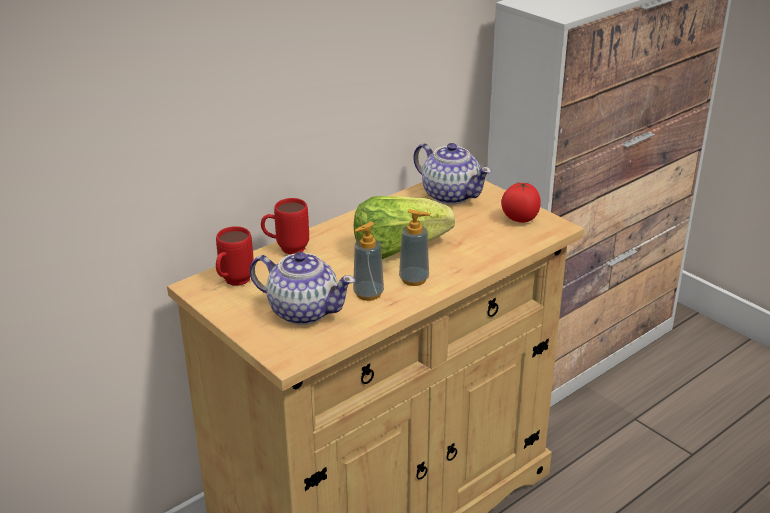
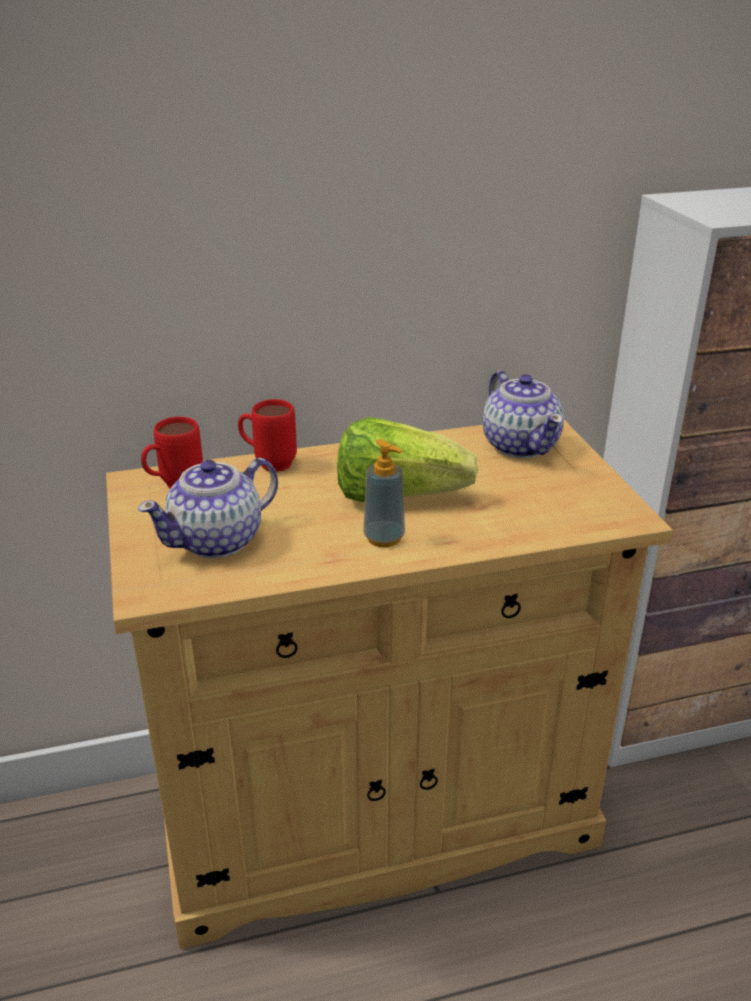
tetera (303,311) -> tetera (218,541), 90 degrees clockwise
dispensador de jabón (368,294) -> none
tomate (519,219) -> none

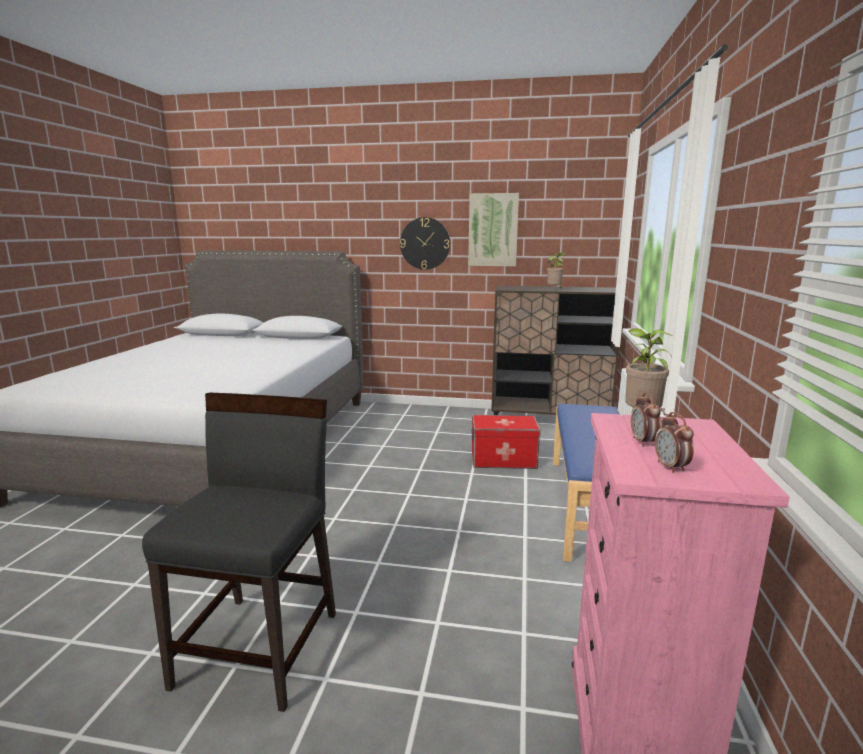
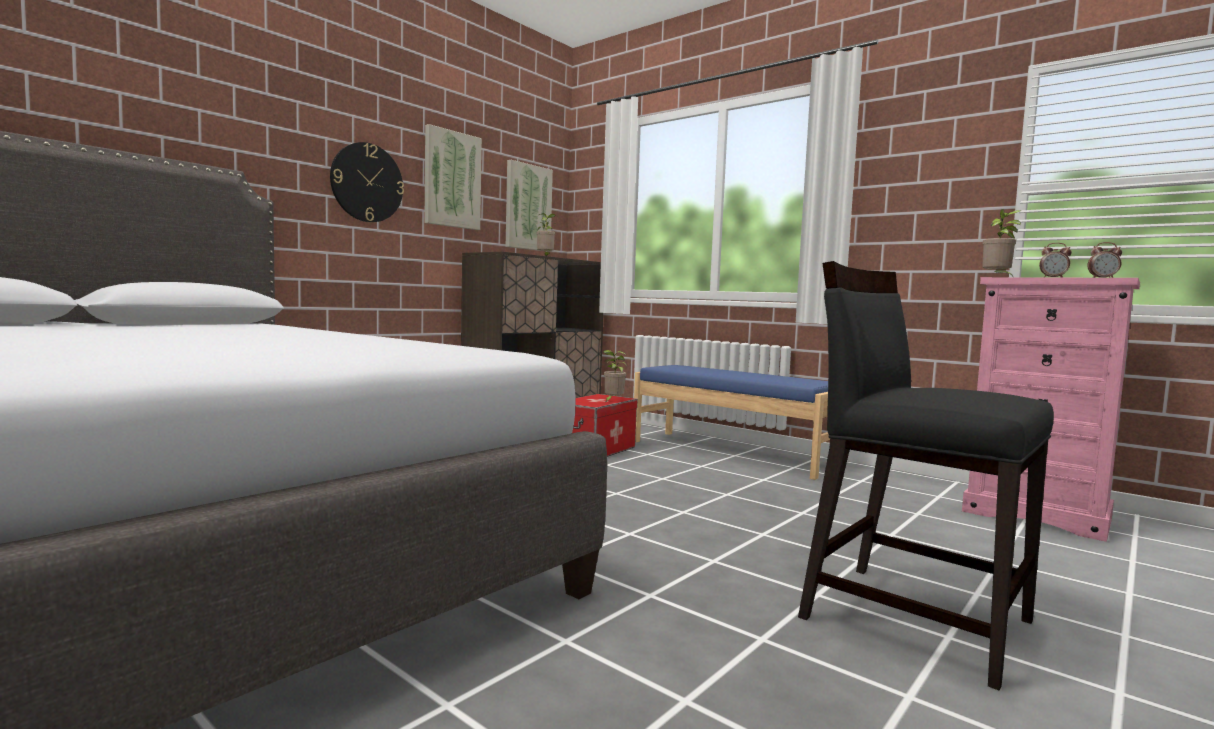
none -> cuadro (527,207)
none -> planta en maceta (612,401)

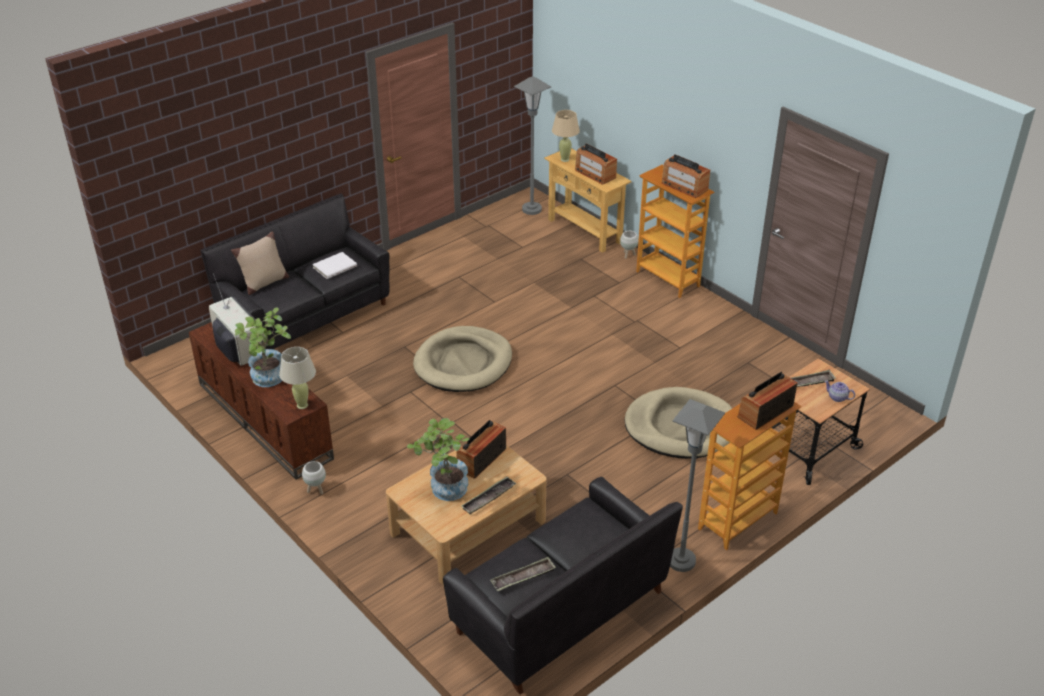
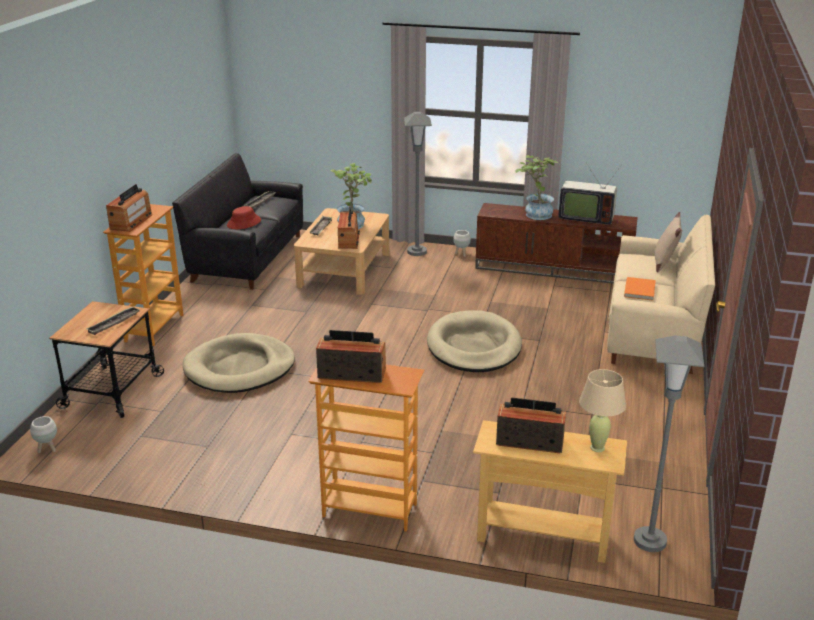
sofá (negro) (306,315) -> sofá (beis) (653,331)
lámpara de mesa (beis) (302,405) -> none
libro (blanco) (334,266) -> libro (naranja) (640,290)
maceta (blanco) (628,255) -> maceta (blanco) (47,449), relocated
lámpara de pie (gris) (681,561) -> lámpara de pie (gris) (417,251), relocated
tetera (837,397) -> none
none -> sombrero (rojo) (244,223)

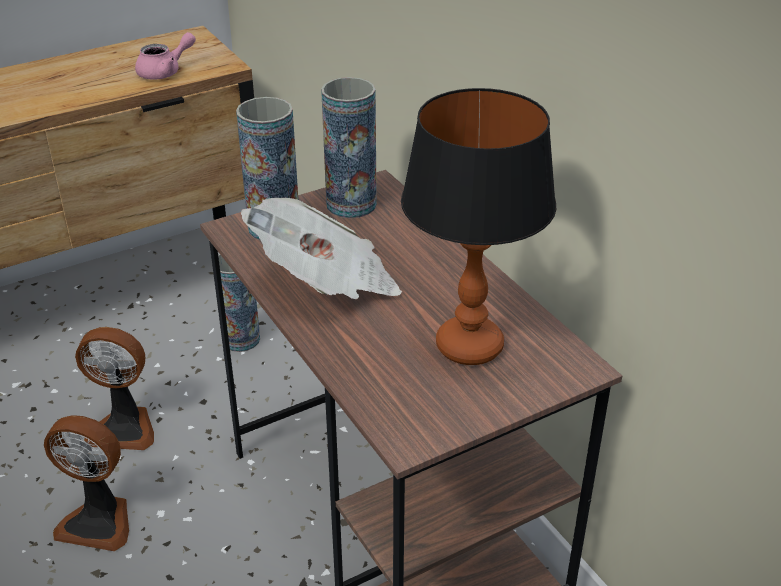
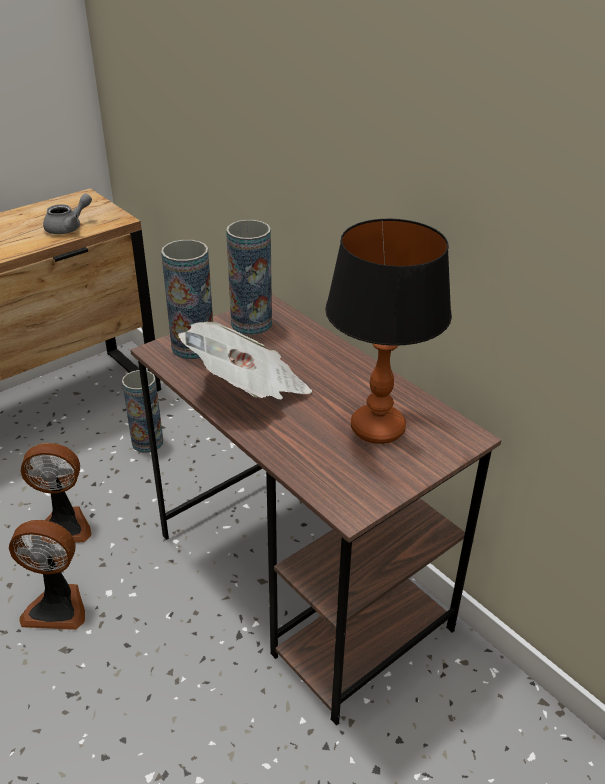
tetera (rosa) (165,72) -> tetera (gris) (68,227)

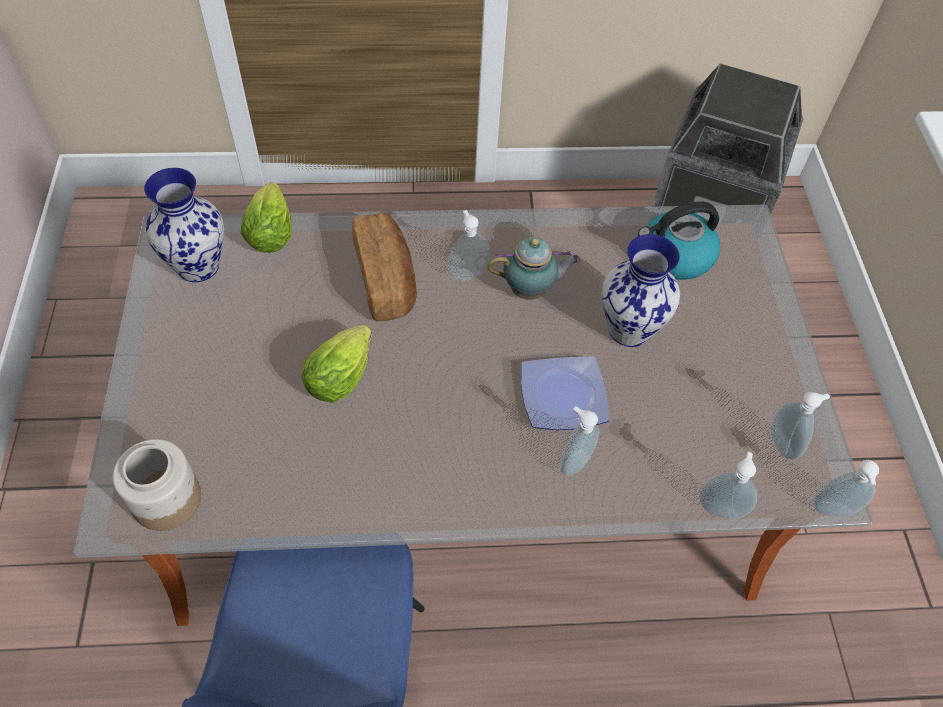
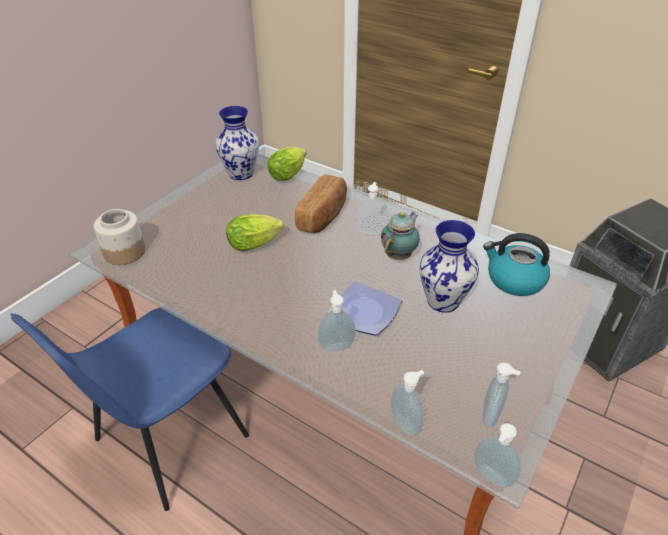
tetera (531,291) -> tetera (399,255), 90 degrees counterclockwise

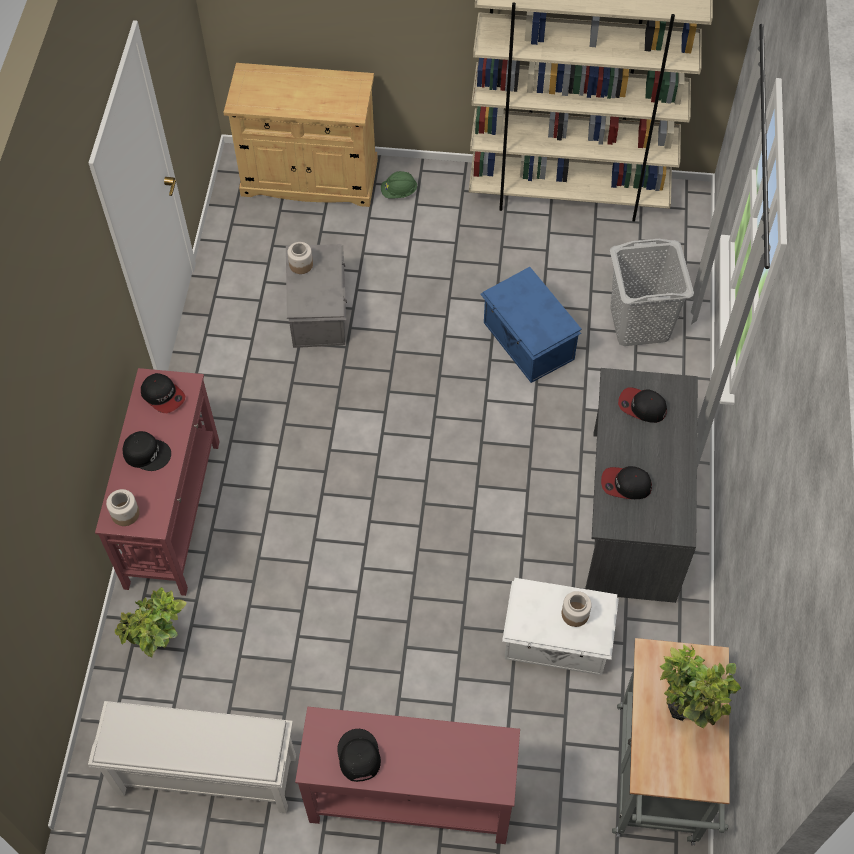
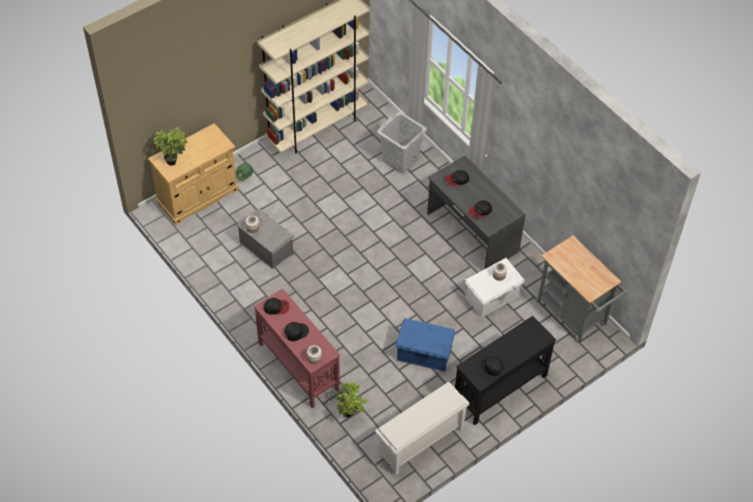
mesa consola (rojo) (410,798) -> mesa consola (negro) (499,388)
caja de almacenaje (azul) (527,342) -> caja de almacenaje (azul) (424,354), relocated
planta en maceta (687,709) -> planta en maceta (174,160), relocated

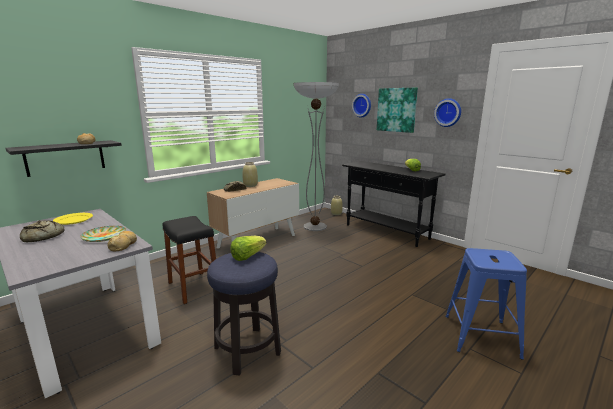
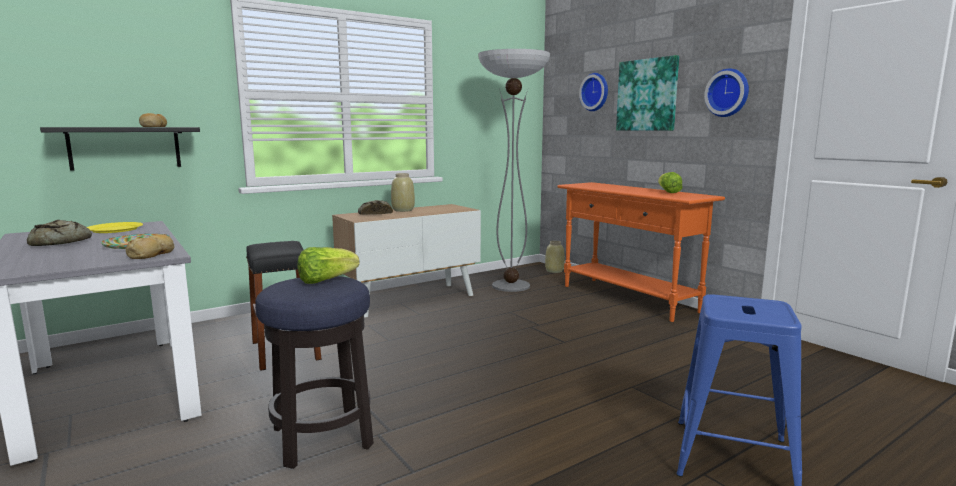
mesa consola (negro) (386,232) -> mesa consola (naranja) (628,298)

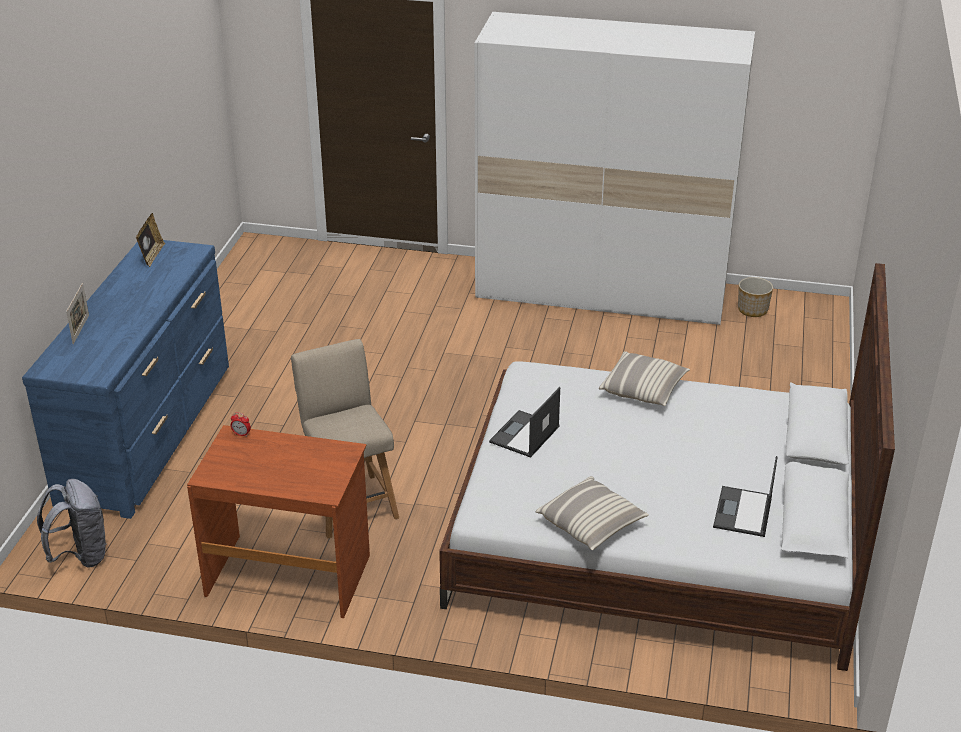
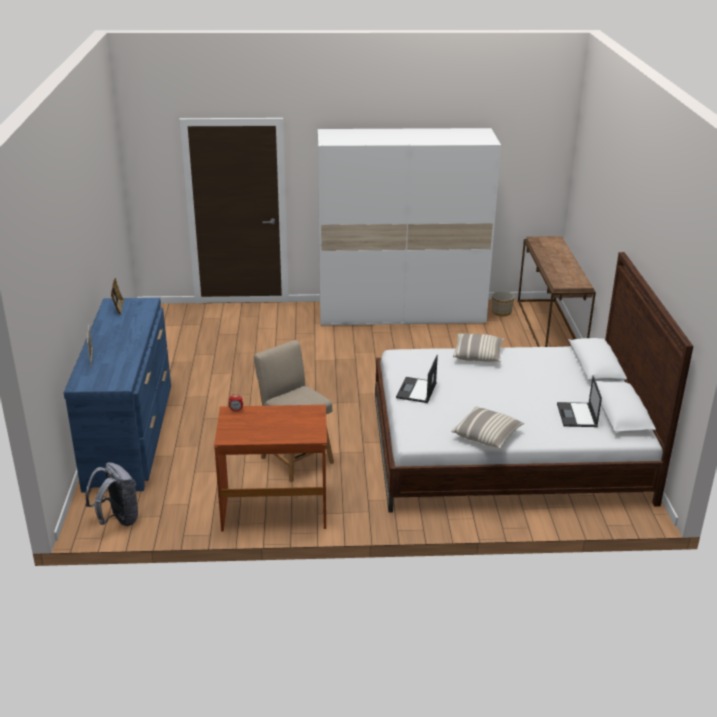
none -> mesa consola (marrón) (550,330)

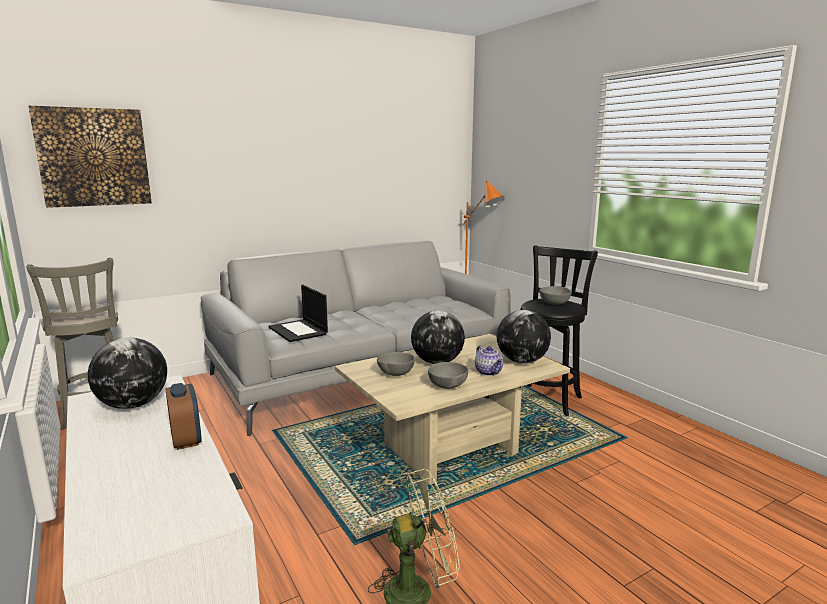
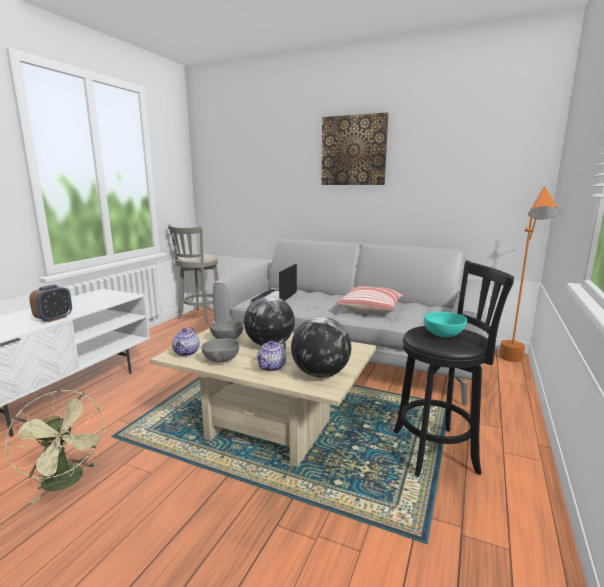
cuadro (93,157) -> cuadro (353,150), relocated
globo terráqueo (133,405) -> none
cuenco (gris) (555,304) -> cuenco (turquesa) (444,335)
none -> tetera (187,353)
none -> cojín (370,309)

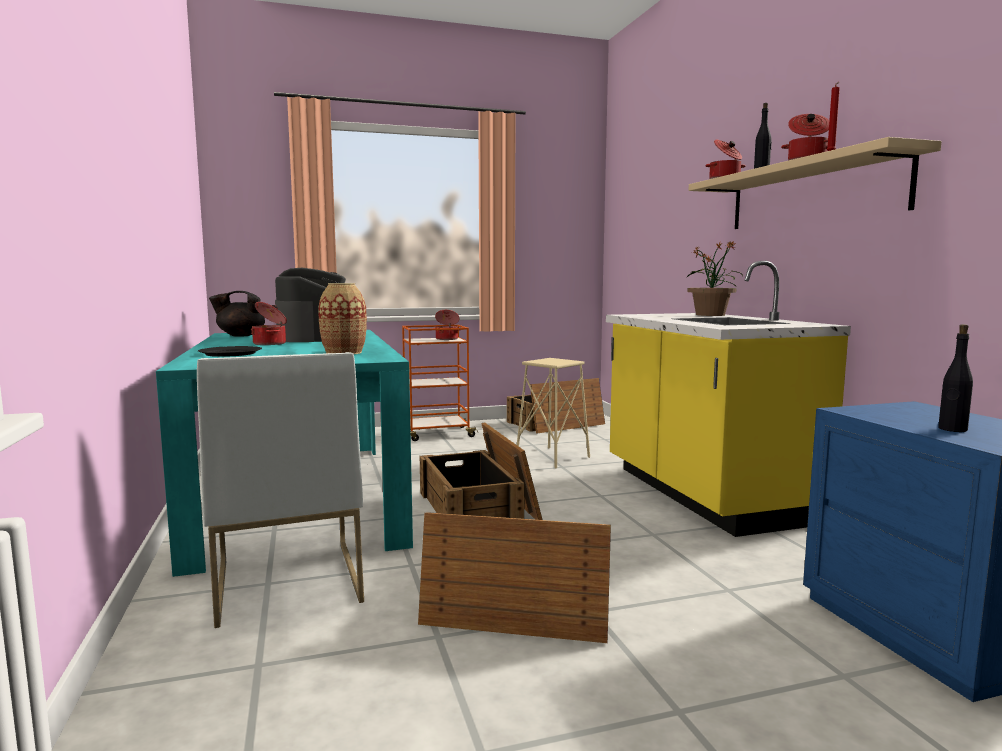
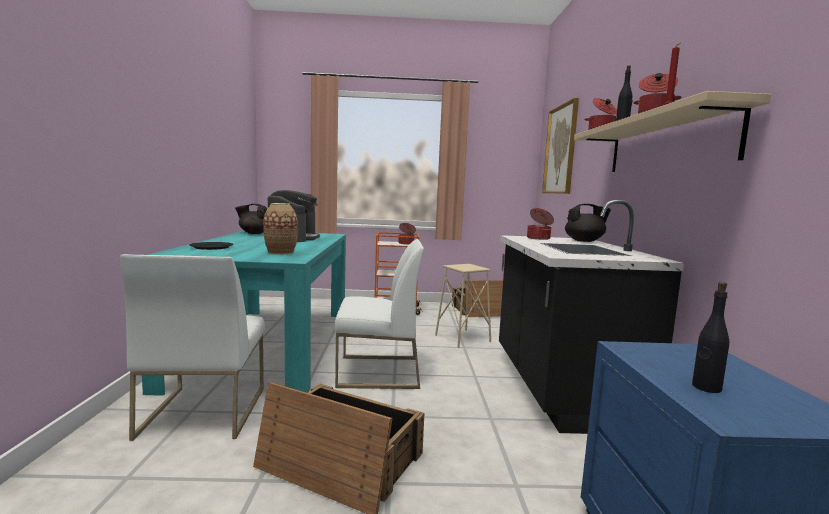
olla (270,343) -> olla (539,238), relocated
caja de embalaje (479,507) -> silla (blanco) (377,372)
mueble bajo de cocina (amarillo) (704,494) -> mueble bajo de cocina (negro) (560,387)
planta en maceta (710,315) -> tetera (negro) (584,241)
none -> cuadro (560,150)

